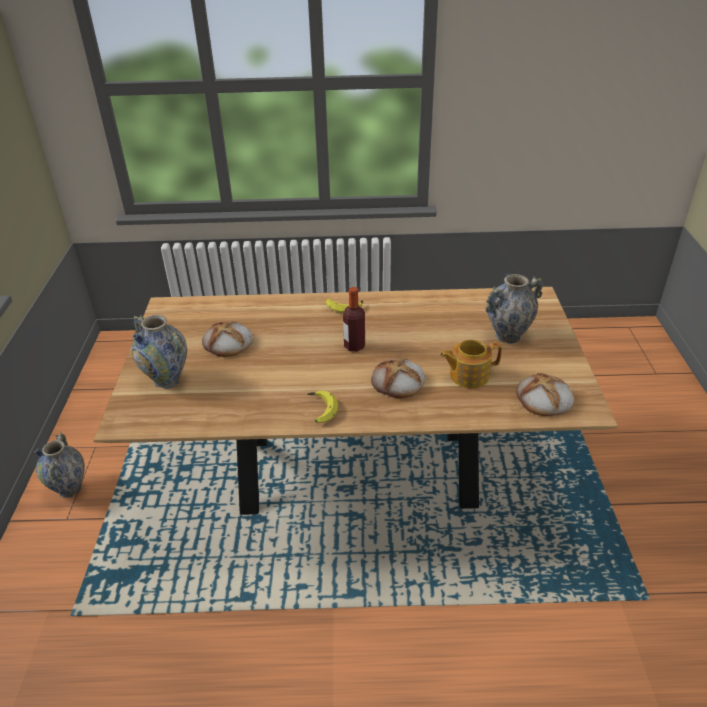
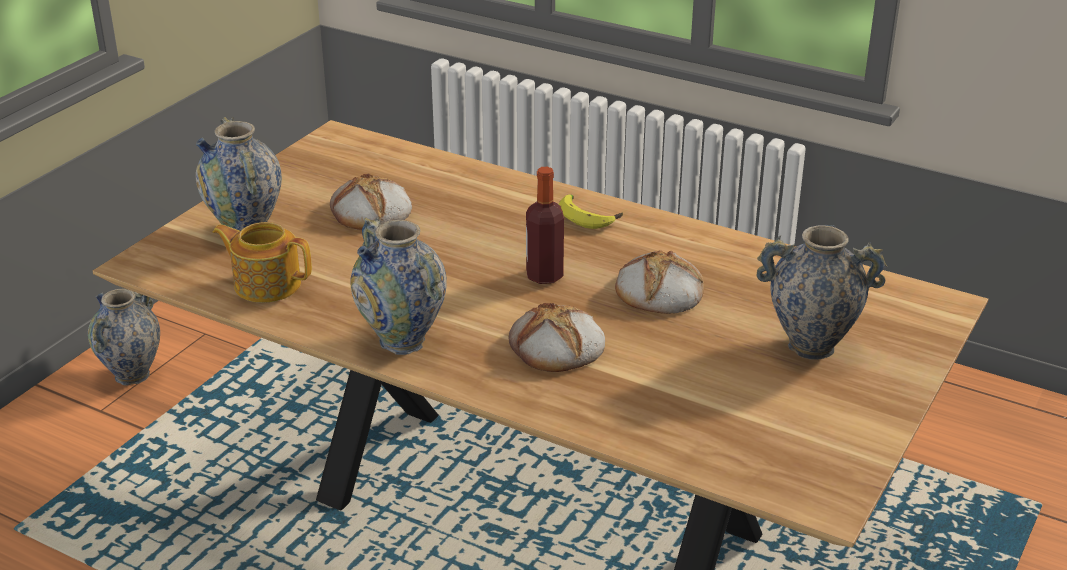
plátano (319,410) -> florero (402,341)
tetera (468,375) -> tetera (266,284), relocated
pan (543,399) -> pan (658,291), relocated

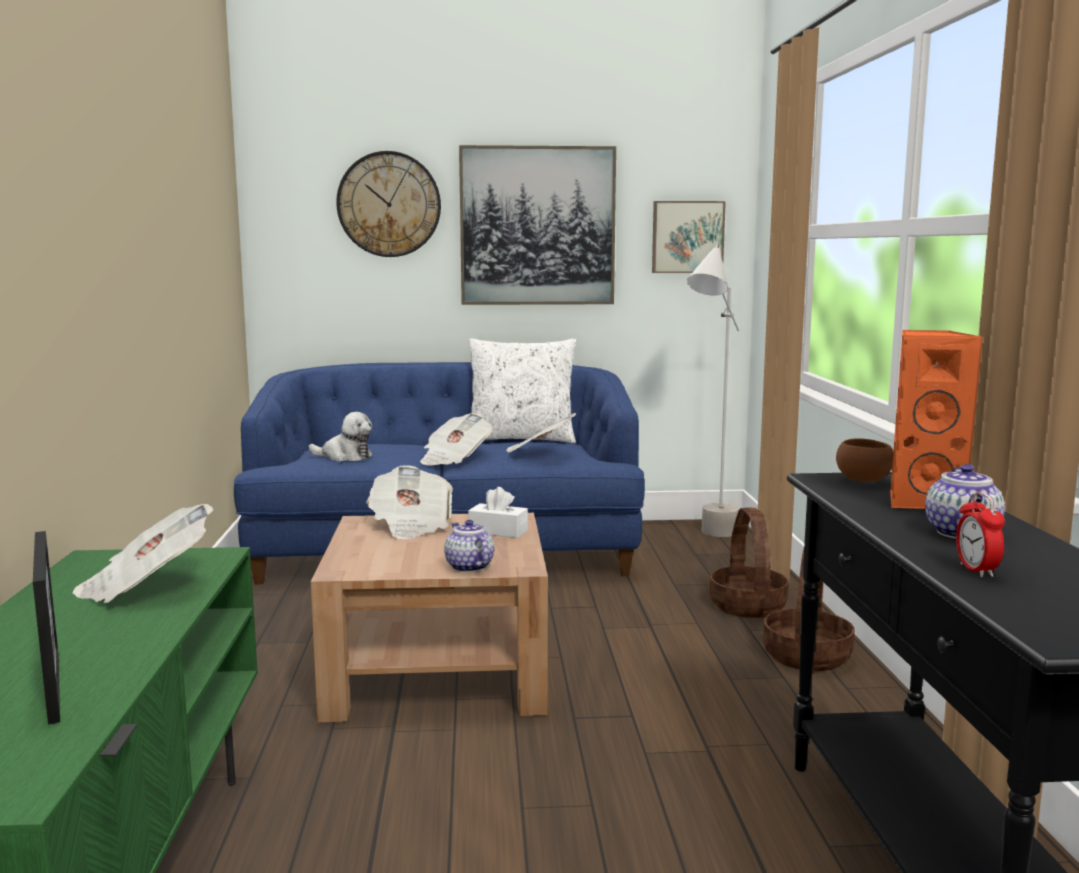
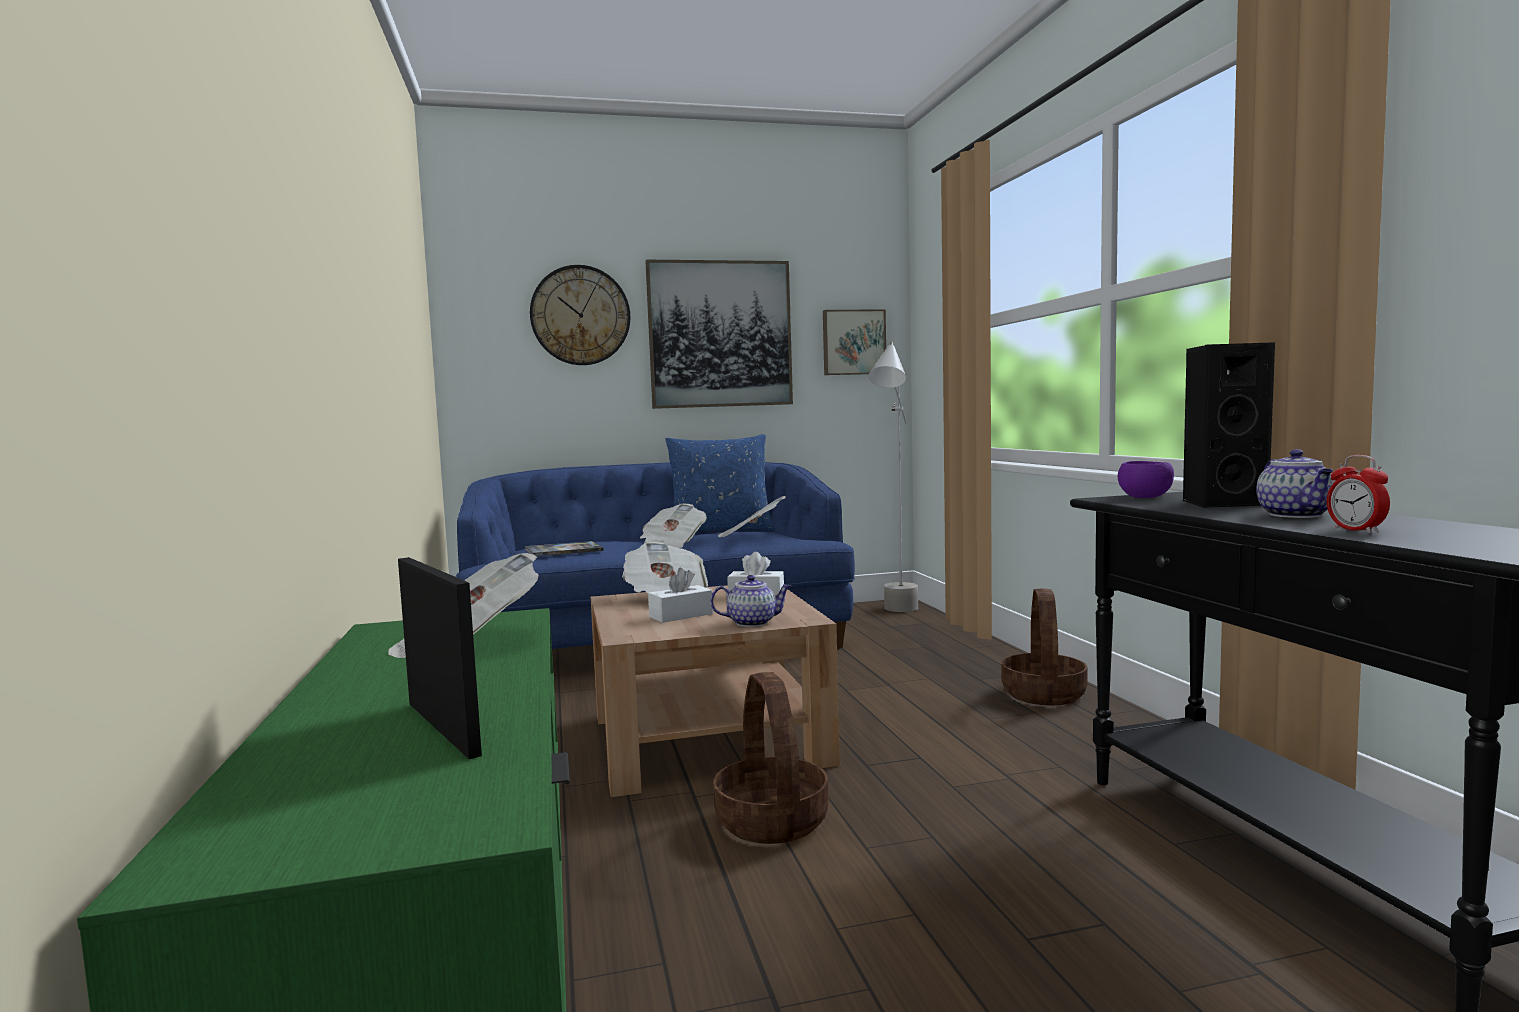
peluche (345,457) -> libro (563,550)
tetera (468,567) -> tetera (753,622), 120 degrees clockwise
cojín (blanco) (521,439) -> cojín (azul) (721,530)
cesta (747,606) -> cesta (770,820), relocated
cuenco (marrón) (863,480) -> cuenco (morado) (1144,497)
altavoz (naranja) (922,501) -> altavoz (negro) (1220,503)
none -> caja de pañuelos (blanco) (681,615)

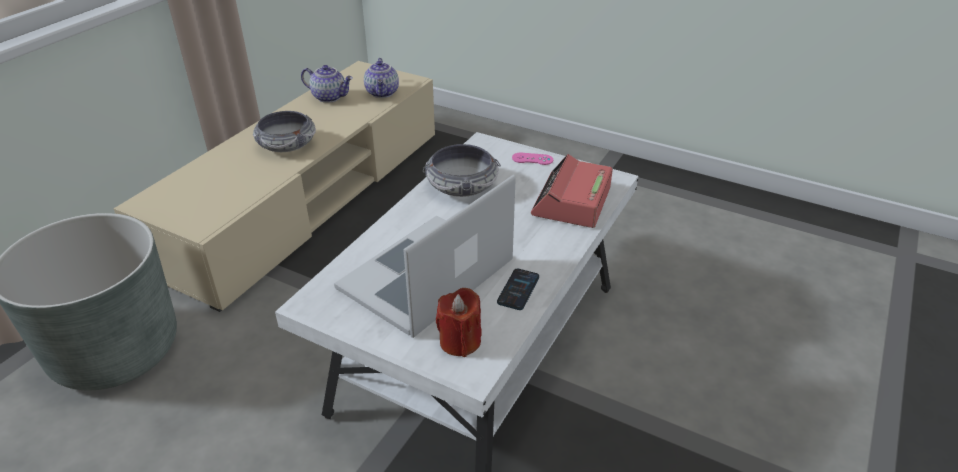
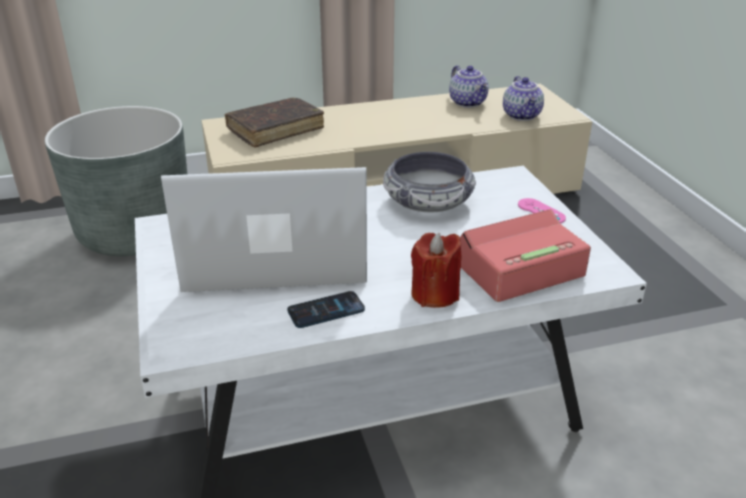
cuenco (287,144) -> none
tetera (383,93) -> tetera (522,116), 45 degrees counterclockwise
vela (rojo) (460,341) -> vela (rojo) (435,294), relocated
none -> libro (marrón) (275,130)

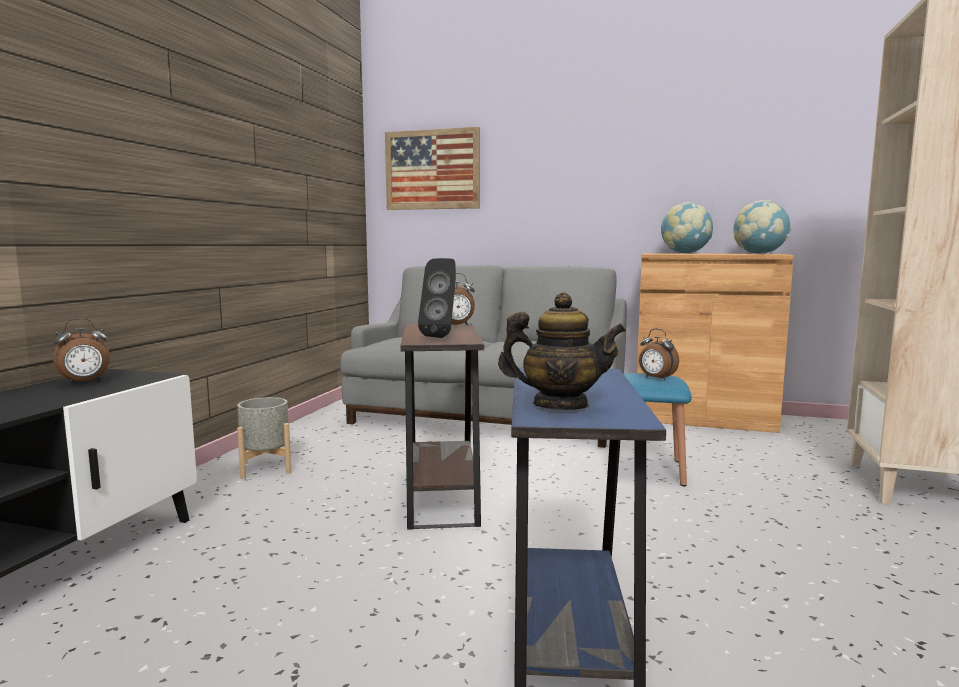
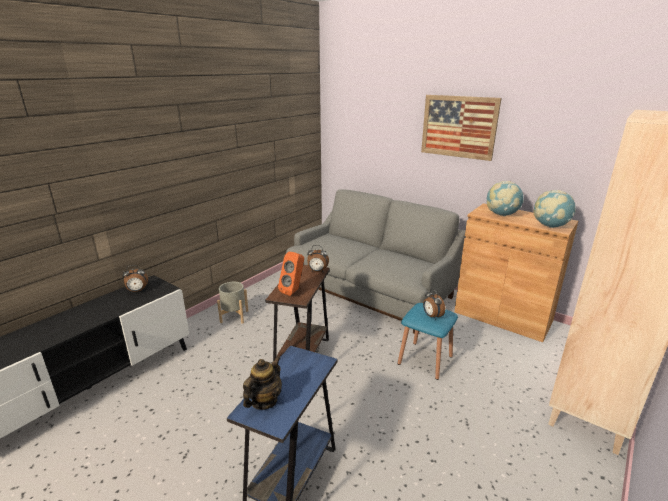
cuadro (432,170) -> cuadro (458,126), relocated
altavoz (negro) (442,337) -> altavoz (naranja) (293,291)
tetera (560,405) -> tetera (264,401), 90 degrees counterclockwise

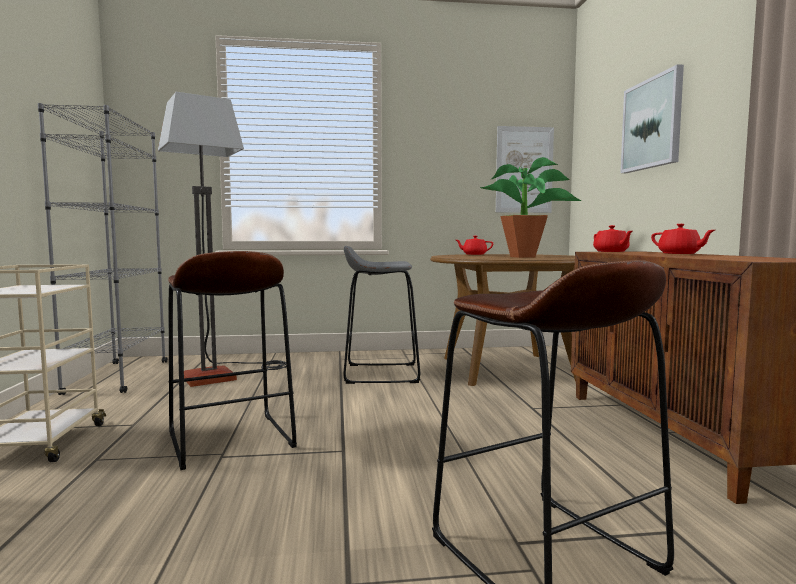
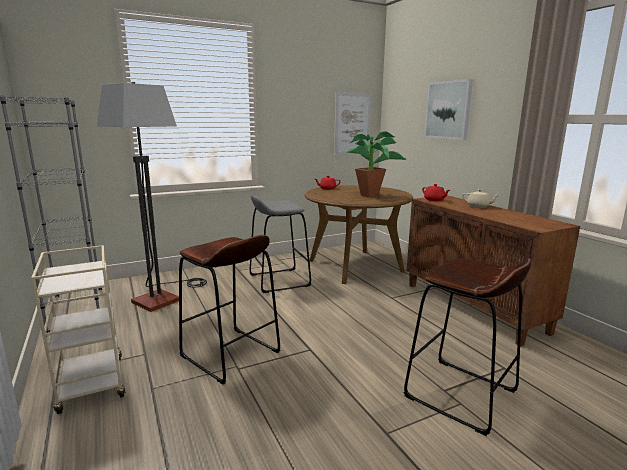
tetera (rojo) (680,254) -> tetera (beis) (478,206)

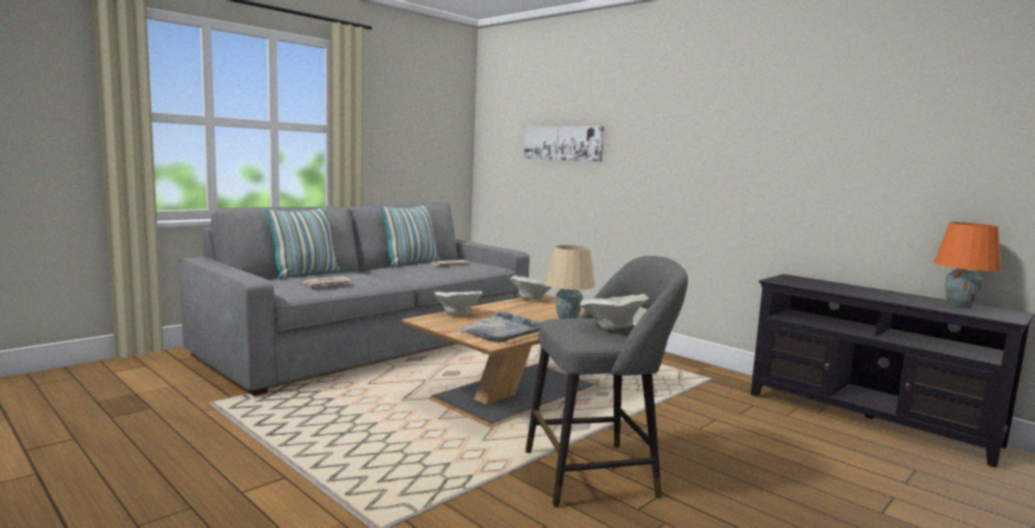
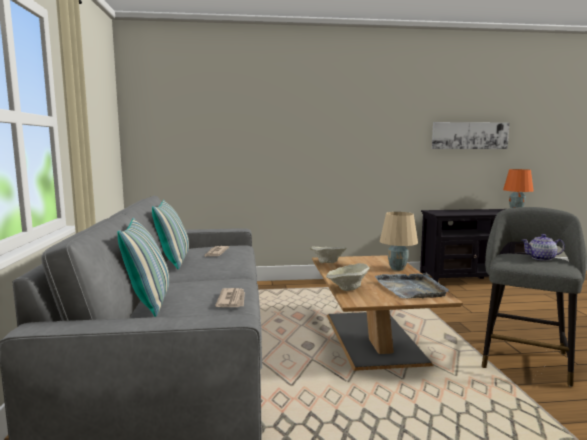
cuadro (563,143) -> cuadro (469,135), relocated
cuenco (beis) (612,328) -> tetera (541,258)

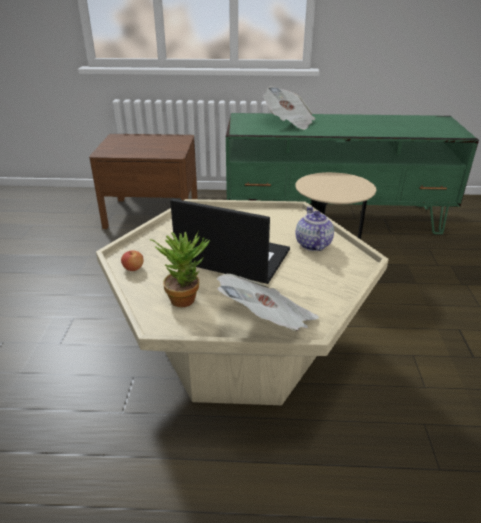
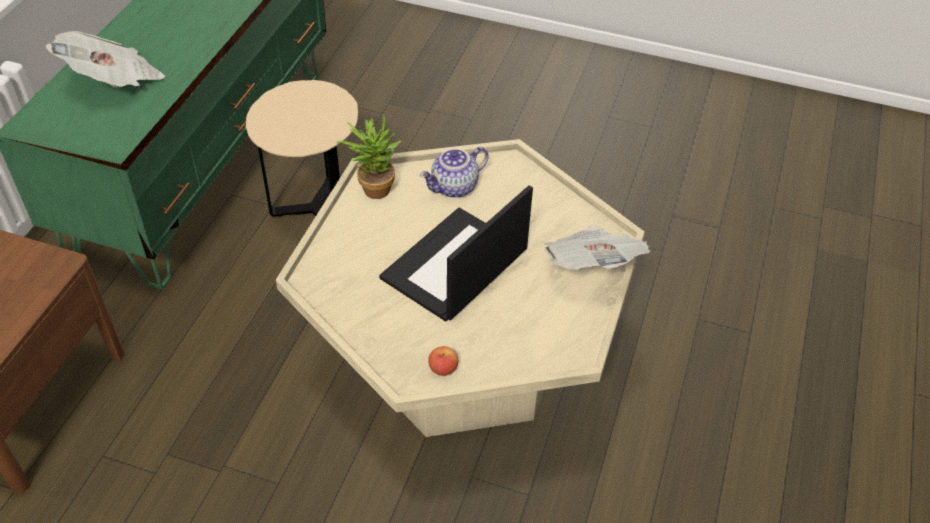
planta en maceta (186,297) -> planta en maceta (373,187), relocated
tetera (312,244) -> tetera (454,188), 45 degrees counterclockwise

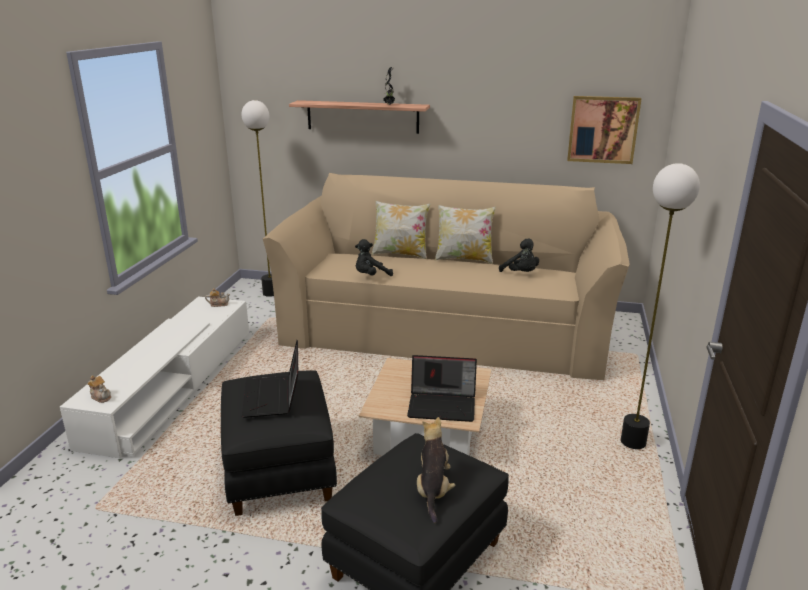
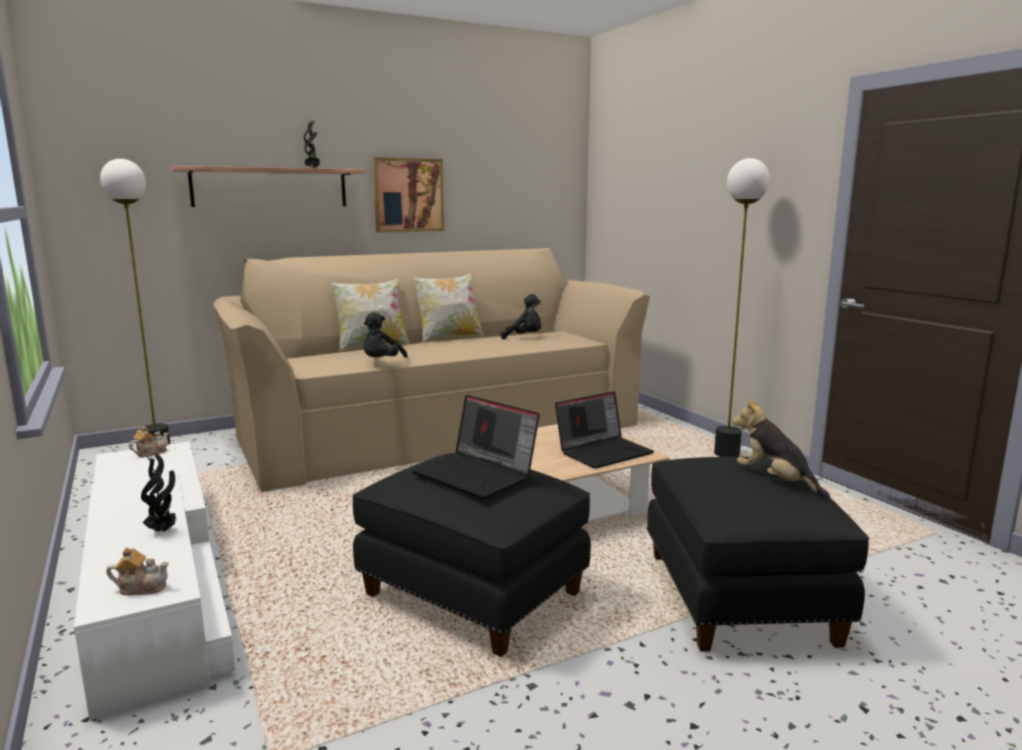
cuadro (603,129) -> cuadro (408,195), relocated
none -> planta en maceta (163,531)

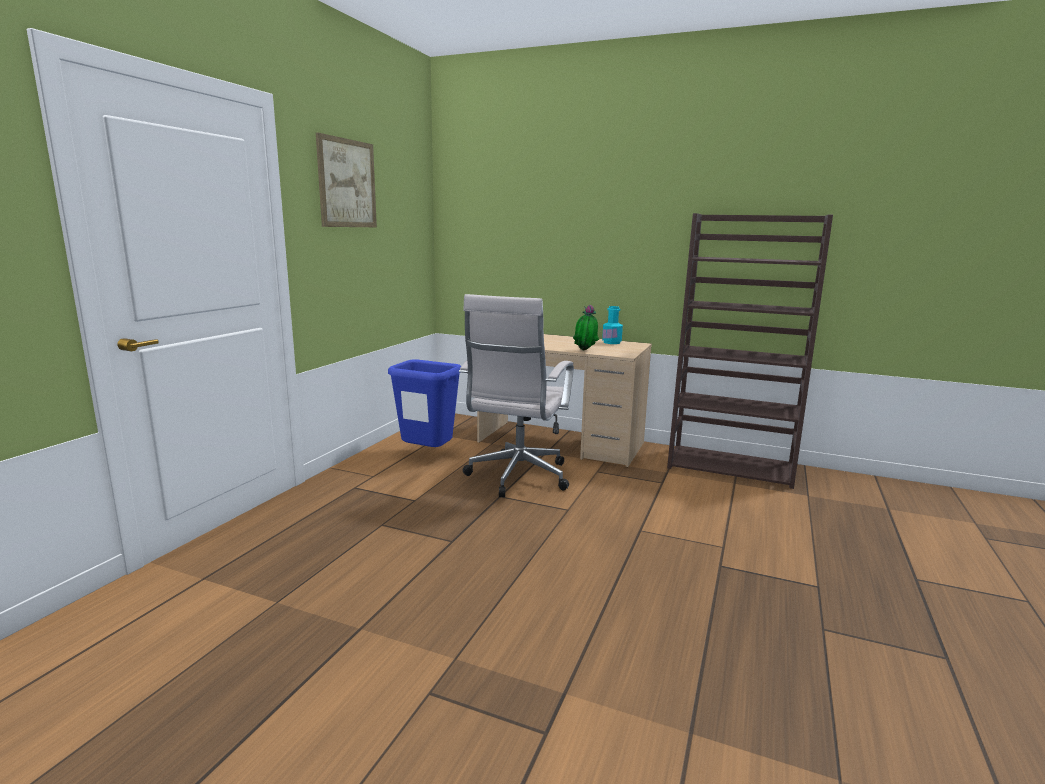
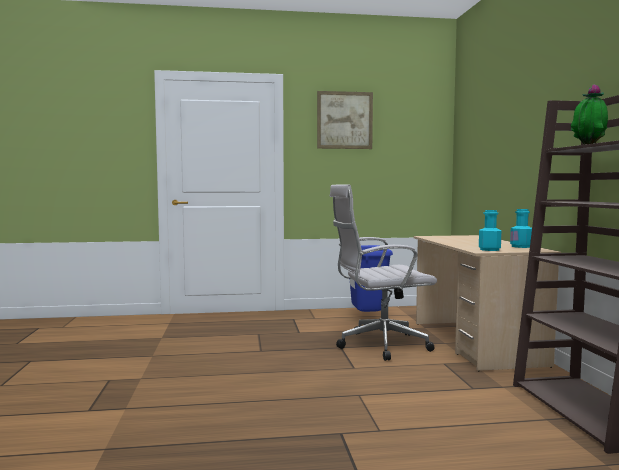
planta en maceta (585,351) -> planta en maceta (588,145), relocated
none -> botella (turquesa) (489,249)

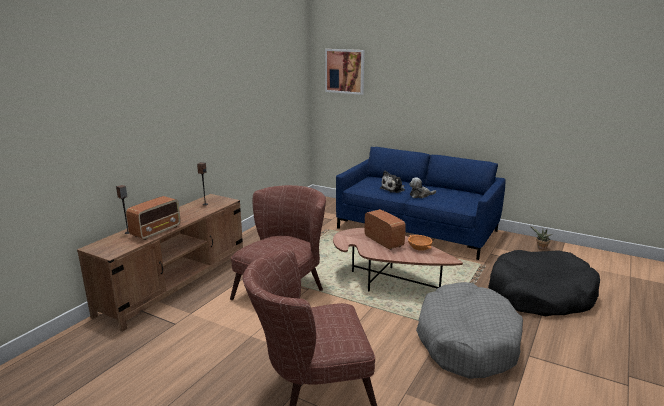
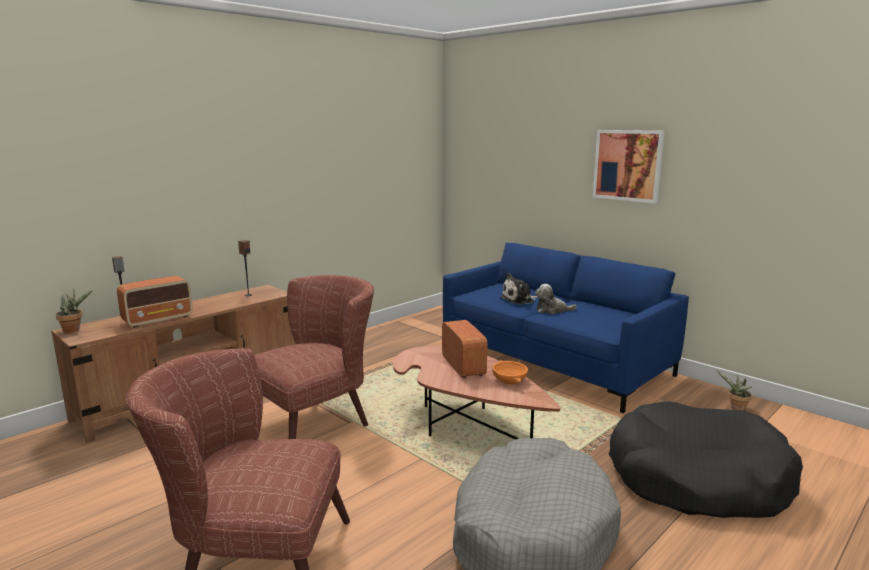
cuadro (345,71) -> cuadro (628,165), relocated
none -> planta en maceta (74,329)

